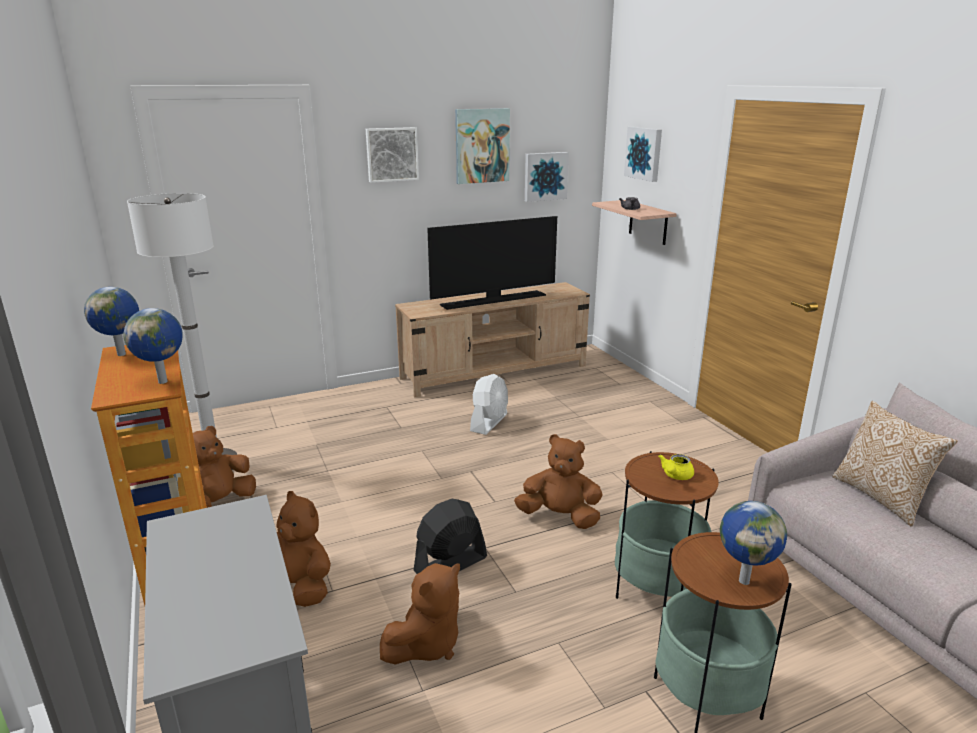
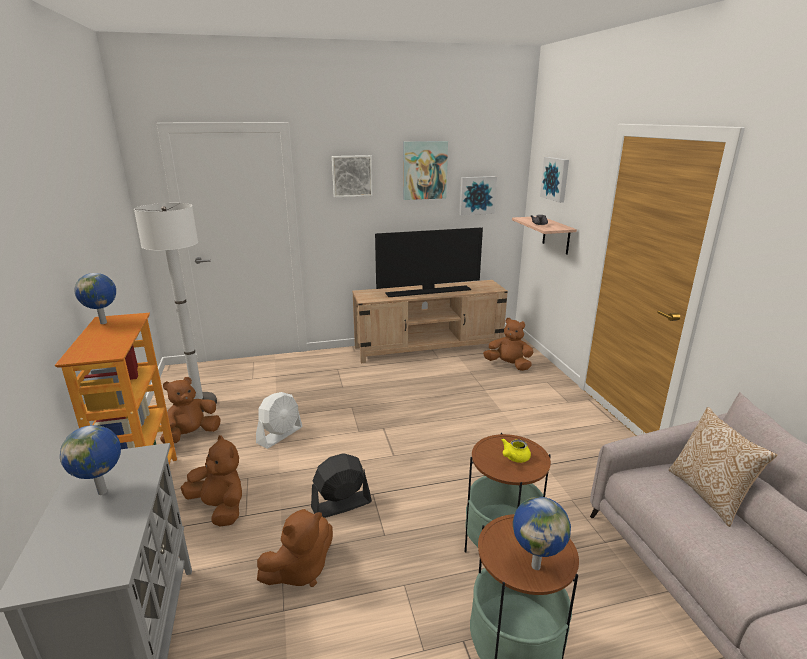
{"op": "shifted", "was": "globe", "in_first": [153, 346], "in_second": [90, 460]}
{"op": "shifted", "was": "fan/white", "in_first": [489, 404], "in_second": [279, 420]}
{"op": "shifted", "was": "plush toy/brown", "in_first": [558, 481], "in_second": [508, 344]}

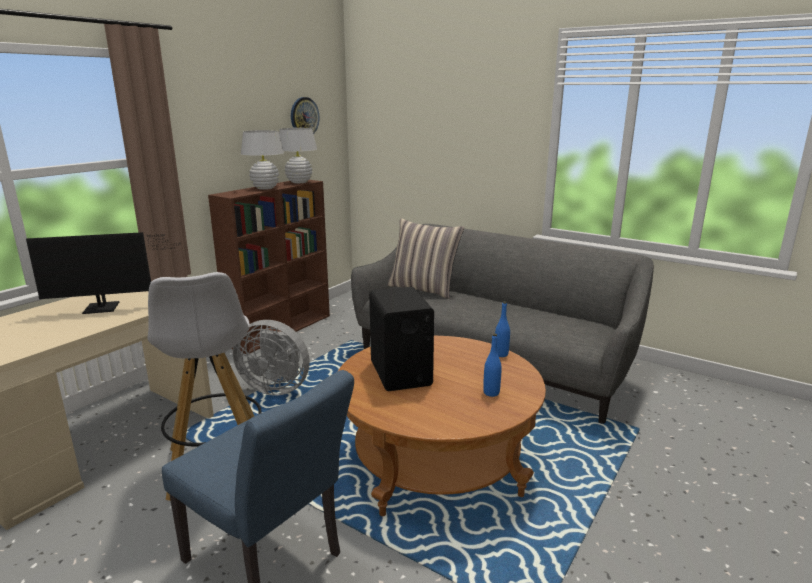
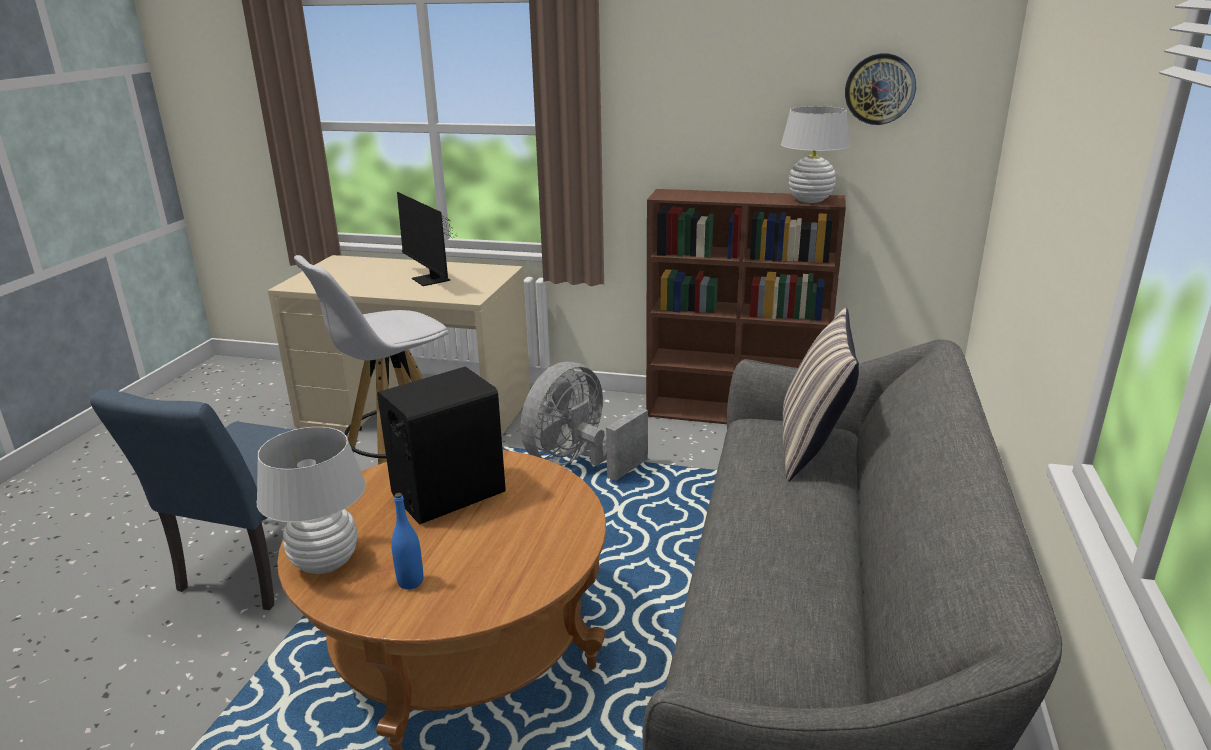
{"op": "shifted", "was": "table lamp/white", "in_first": [262, 160], "in_second": [311, 500]}
{"op": "gone", "was": "bottle/blue", "in_first": [502, 329]}
{"op": "rotated", "was": "fan/grey", "in_first": [271, 358], "in_second": [584, 421], "clockwise": 45}

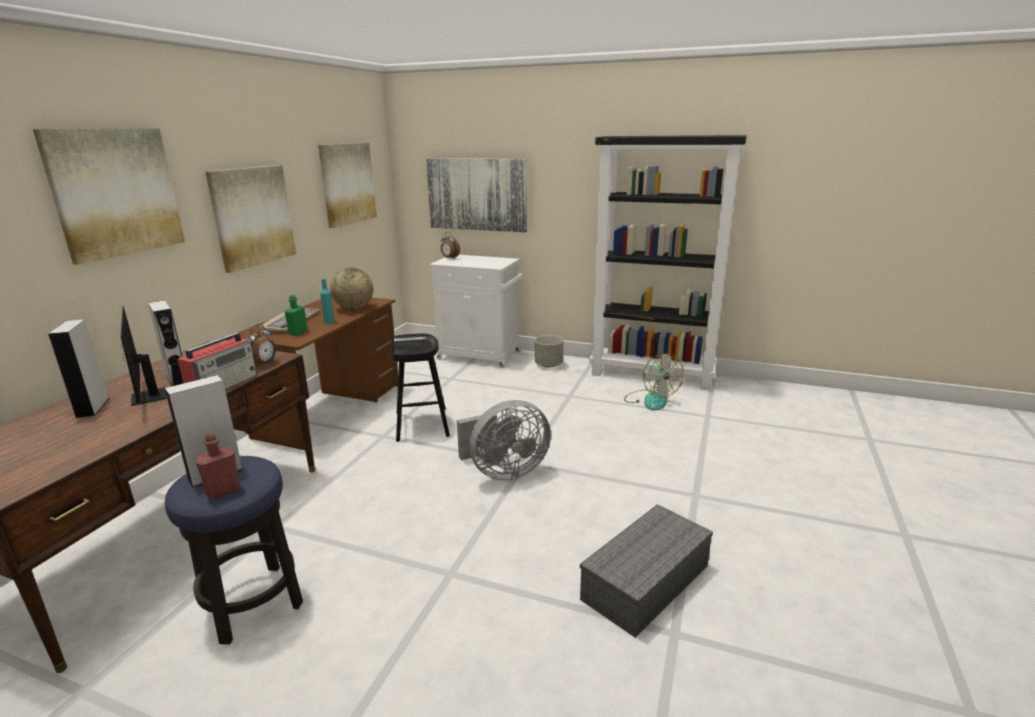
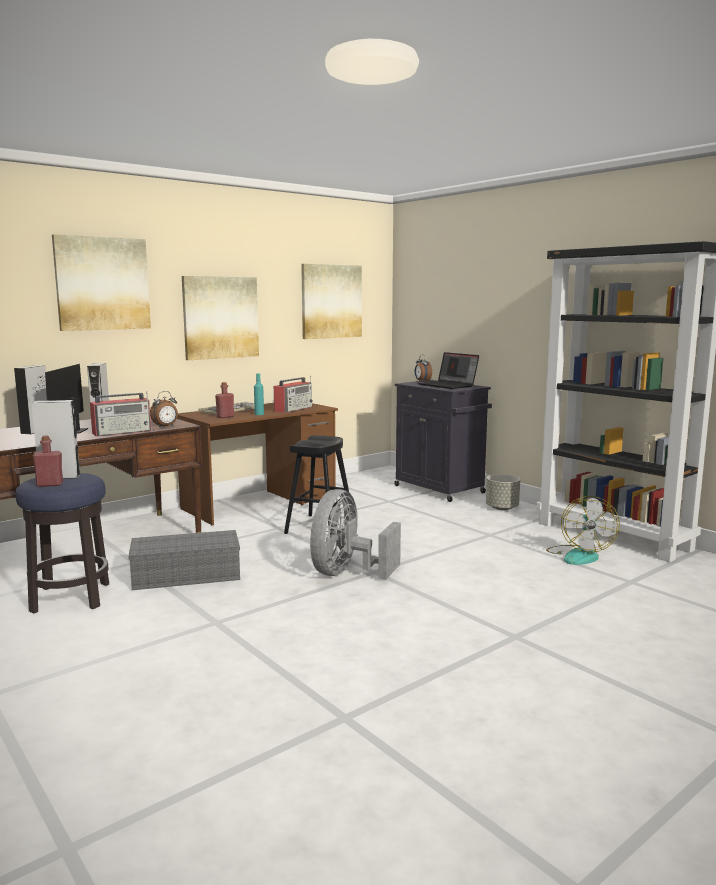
{"op": "gone", "was": "picture", "in_first": [476, 195]}
{"op": "repainted", "was": "cabinet/white", "now": "cabinet/black", "in_first": [476, 311], "in_second": [443, 441]}
{"op": "swapped", "was": "globe", "now": "radio", "in_first": [351, 289], "in_second": [293, 394]}
{"op": "repainted", "was": "bottle/green", "now": "bottle/red", "in_first": [296, 315], "in_second": [224, 400]}
{"op": "rotated", "was": "fan/grey", "in_first": [504, 440], "in_second": [355, 534], "clockwise": 105}
{"op": "shifted", "was": "storage box/grey", "in_first": [646, 571], "in_second": [184, 560]}
{"op": "new", "now": "laptop", "in_second": [448, 370]}

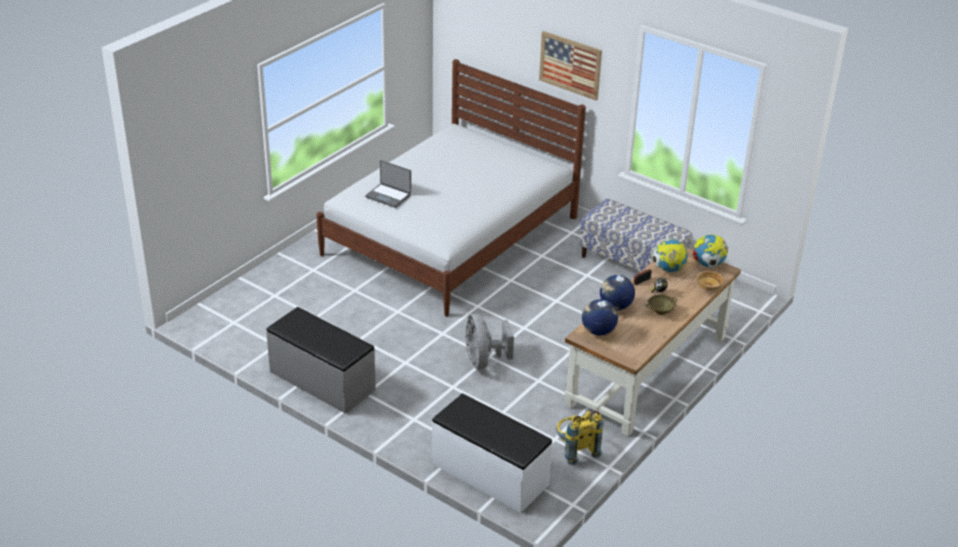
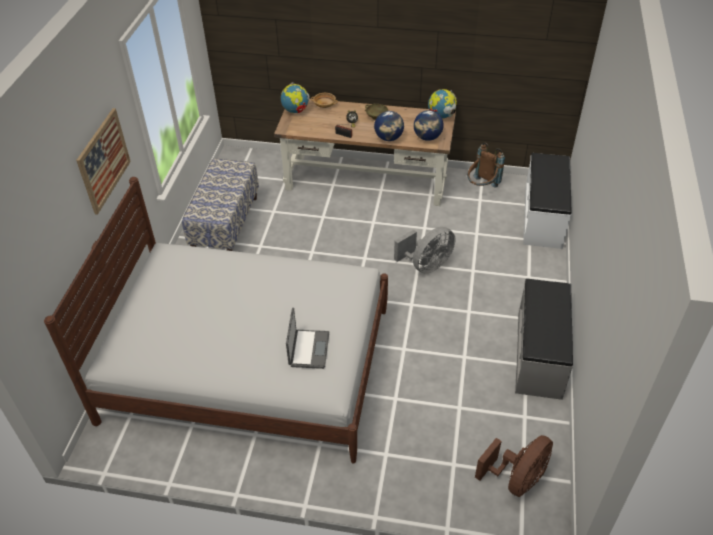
{"op": "shifted", "was": "globe", "in_first": [670, 255], "in_second": [442, 104]}
{"op": "repainted", "was": "backpack/yellow", "now": "backpack/brown", "in_first": [580, 438], "in_second": [486, 165]}
{"op": "new", "now": "fan/brown", "in_second": [514, 466]}

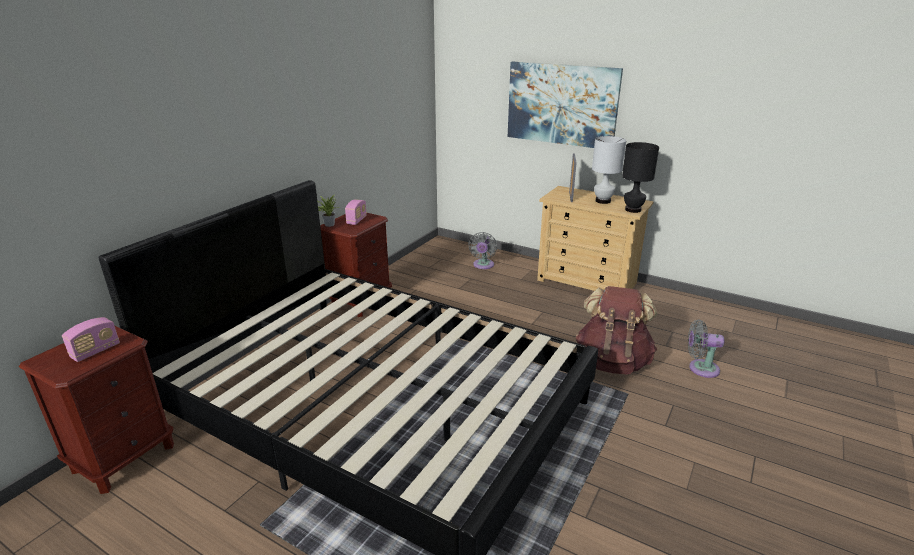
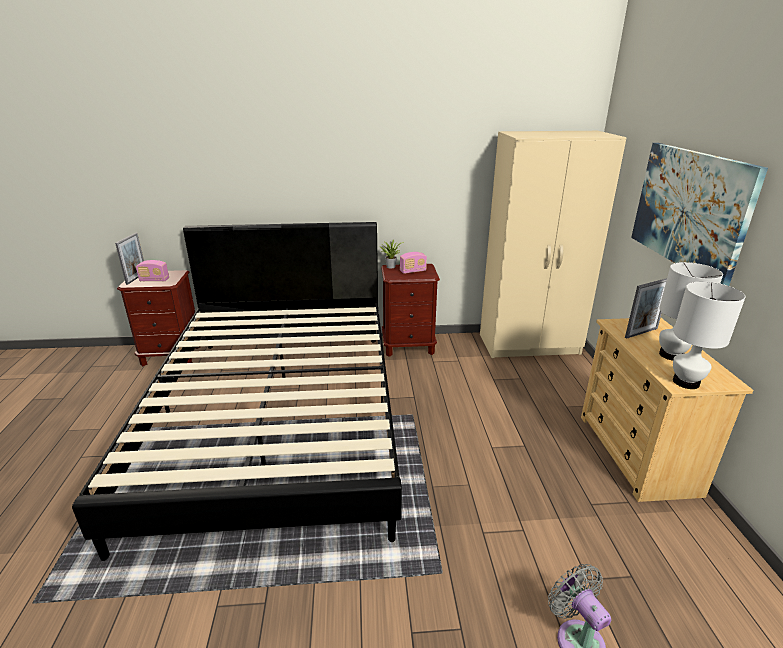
{"op": "repainted", "was": "table lamp/black", "now": "table lamp/white", "in_first": [640, 177], "in_second": [709, 335]}
{"op": "gone", "was": "fan/grey", "in_first": [482, 250]}
{"op": "gone", "was": "backpack/brown", "in_first": [617, 330]}
{"op": "new", "now": "wardrobe/beige", "in_second": [553, 244]}
{"op": "new", "now": "picture frame", "in_second": [129, 259]}

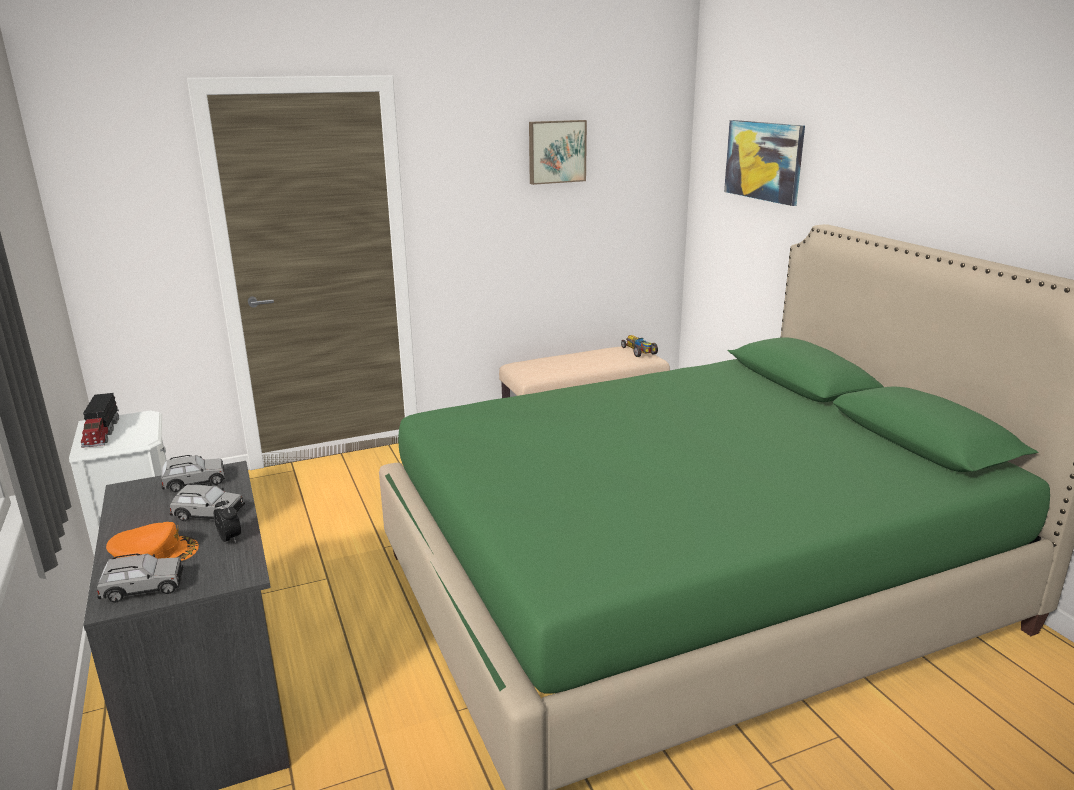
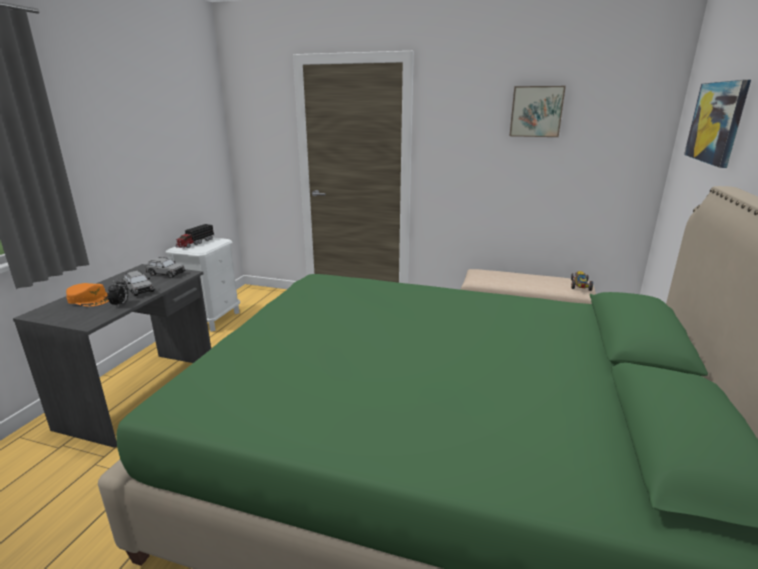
{"op": "gone", "was": "toy car/grey", "in_first": [140, 577]}

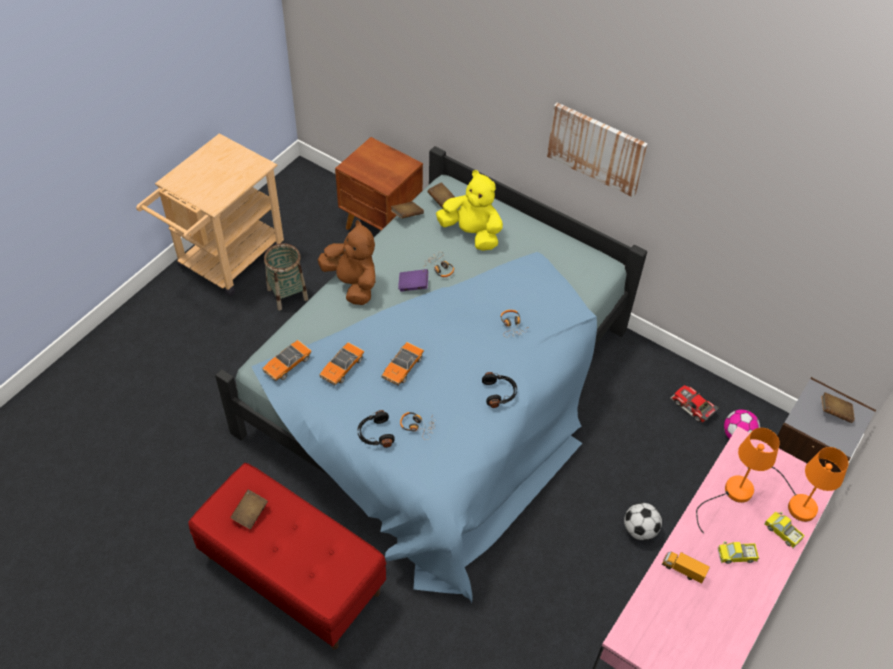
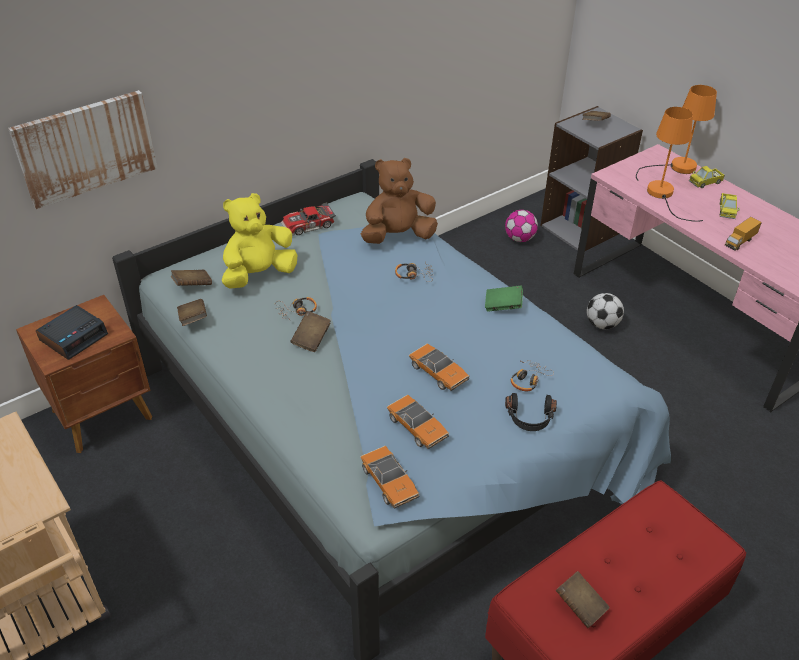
{"op": "shifted", "was": "picture", "in_first": [597, 150], "in_second": [83, 149]}
{"op": "shifted", "was": "plush toy/brown", "in_first": [347, 262], "in_second": [399, 201]}
{"op": "gone", "was": "basket", "in_first": [286, 276]}
{"op": "repainted", "was": "book/purple", "now": "book/brown", "in_first": [413, 280], "in_second": [310, 331]}
{"op": "swapped", "was": "headphones/black", "now": "book/green", "in_first": [499, 390], "in_second": [504, 298]}
{"op": "shifted", "was": "toy car", "in_first": [694, 404], "in_second": [308, 219]}
{"op": "new", "now": "alarm clock", "in_second": [72, 332]}

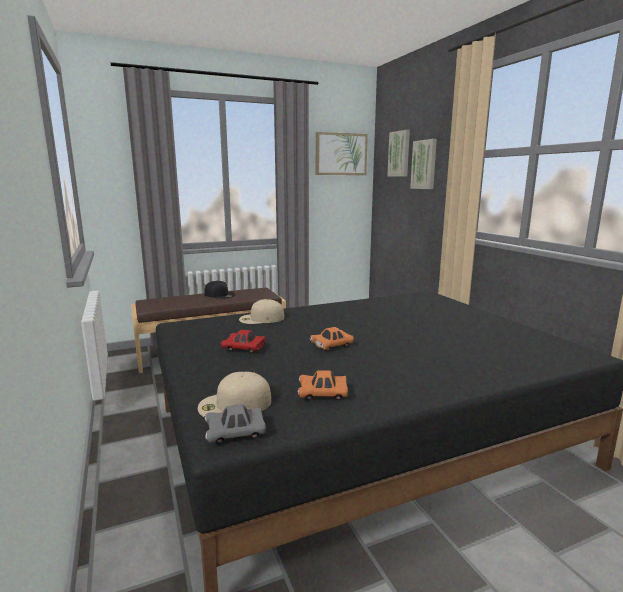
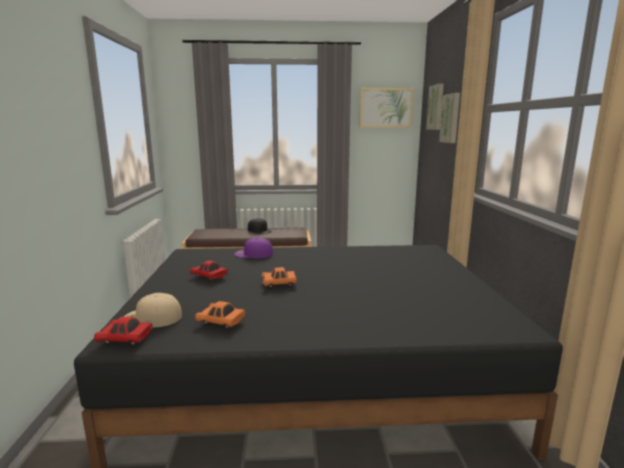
{"op": "repainted", "was": "cap/beige", "now": "cap/purple", "in_first": [261, 311], "in_second": [253, 248]}
{"op": "repainted", "was": "toy car/grey", "now": "toy car/red", "in_first": [235, 423], "in_second": [123, 331]}

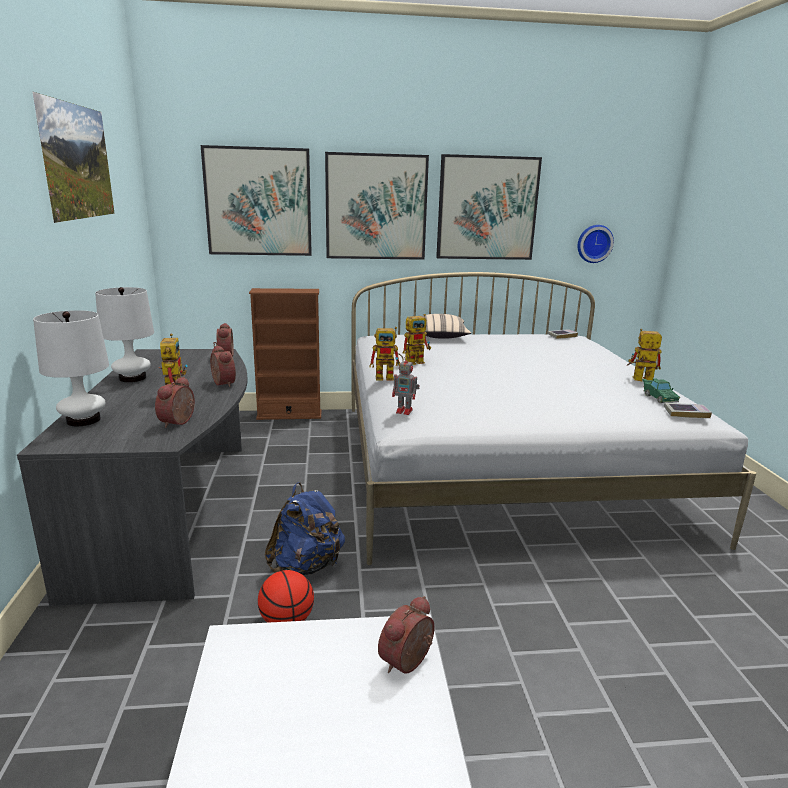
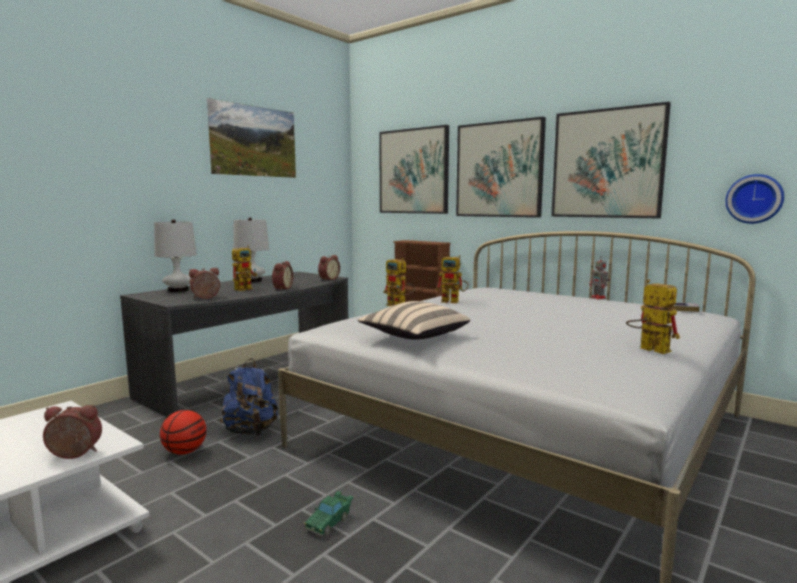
{"op": "shifted", "was": "pillow/beige", "in_first": [446, 326], "in_second": [414, 320]}
{"op": "shifted", "was": "toy robot", "in_first": [406, 385], "in_second": [599, 277]}
{"op": "shifted", "was": "toy car/green", "in_first": [661, 390], "in_second": [328, 513]}
{"op": "gone", "was": "book", "in_first": [688, 410]}

